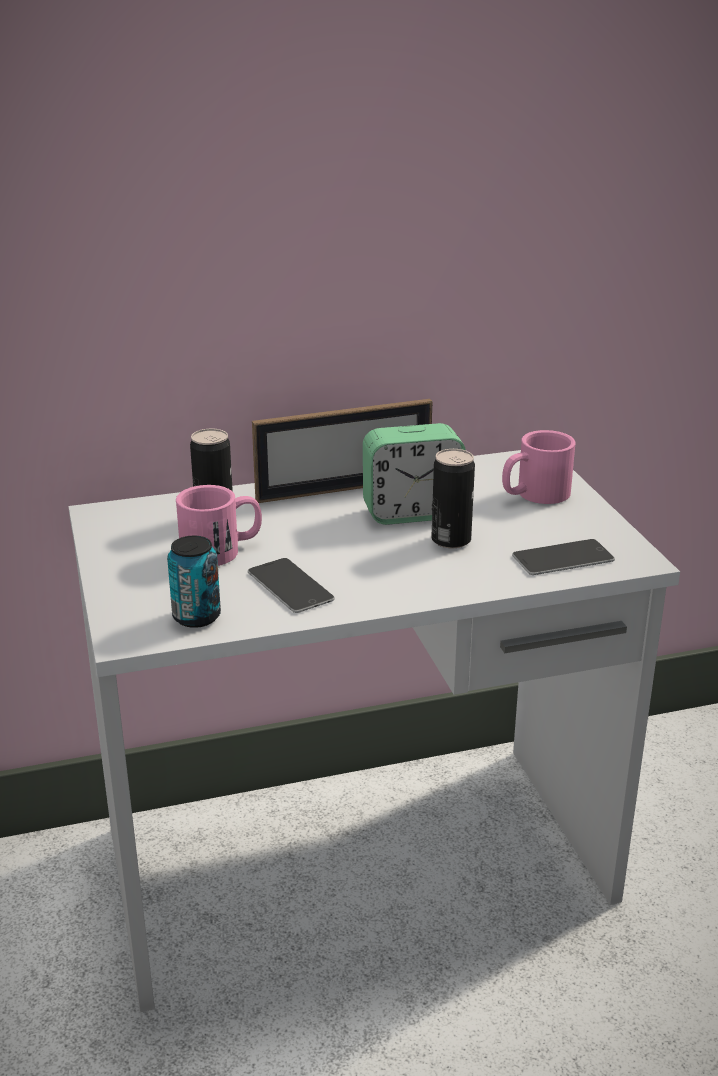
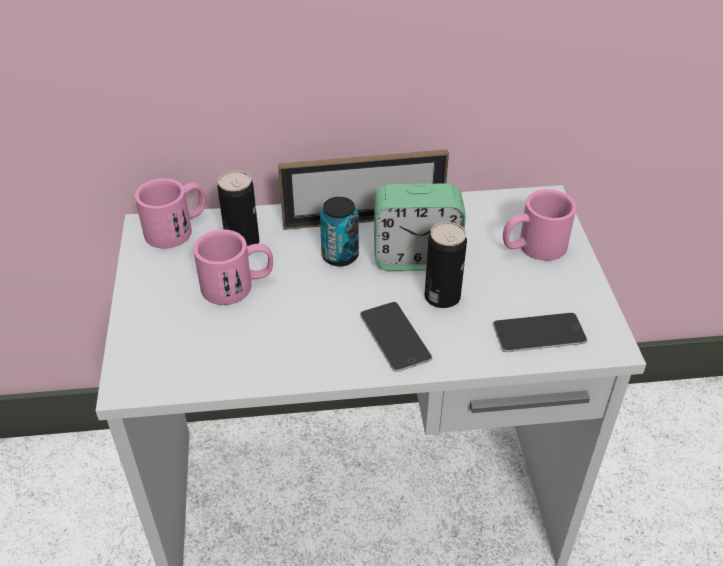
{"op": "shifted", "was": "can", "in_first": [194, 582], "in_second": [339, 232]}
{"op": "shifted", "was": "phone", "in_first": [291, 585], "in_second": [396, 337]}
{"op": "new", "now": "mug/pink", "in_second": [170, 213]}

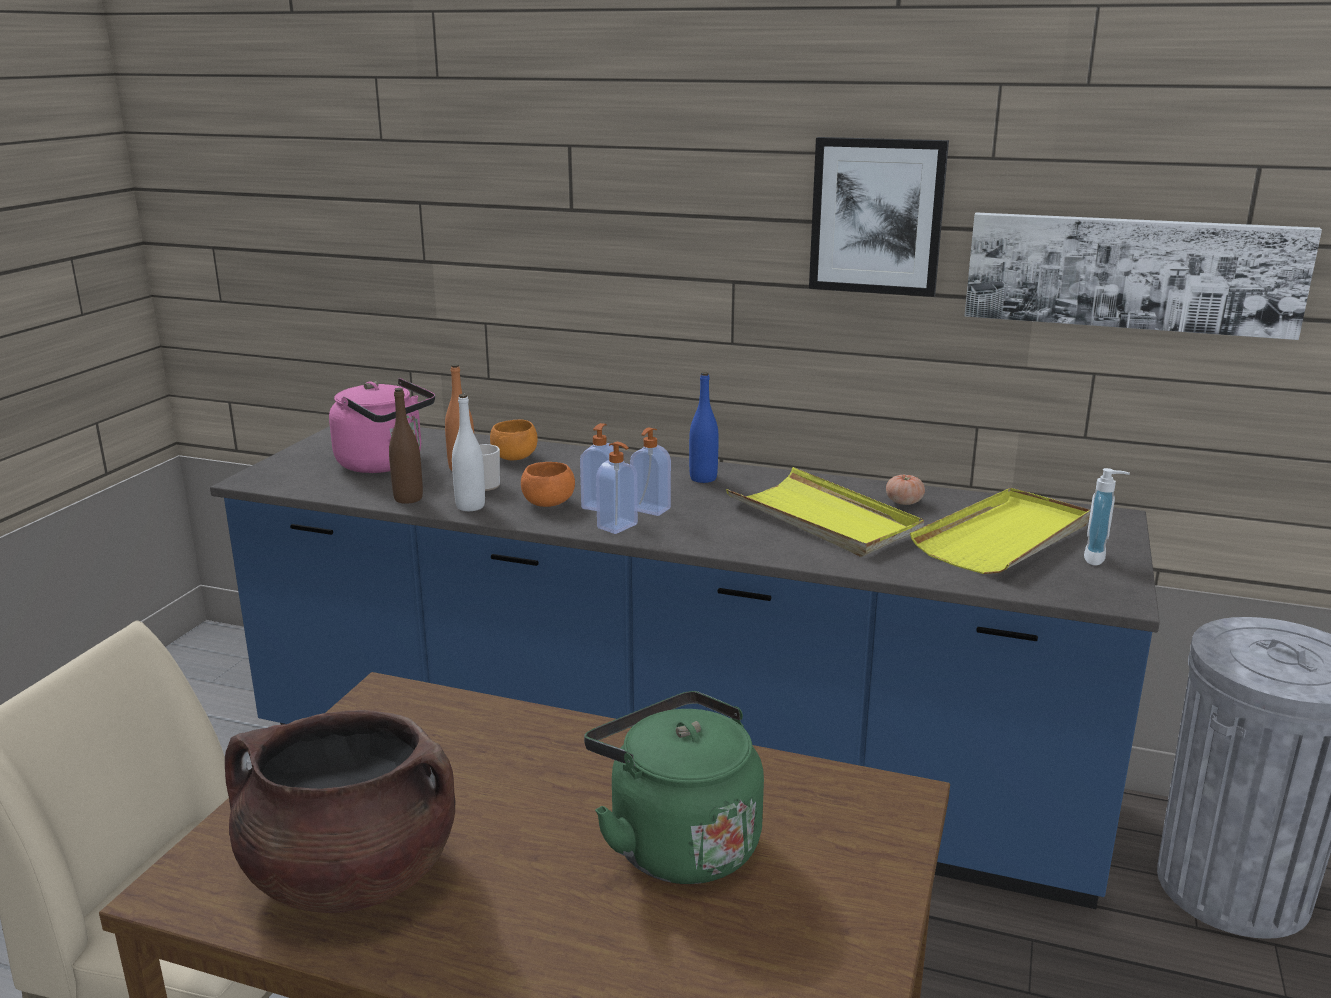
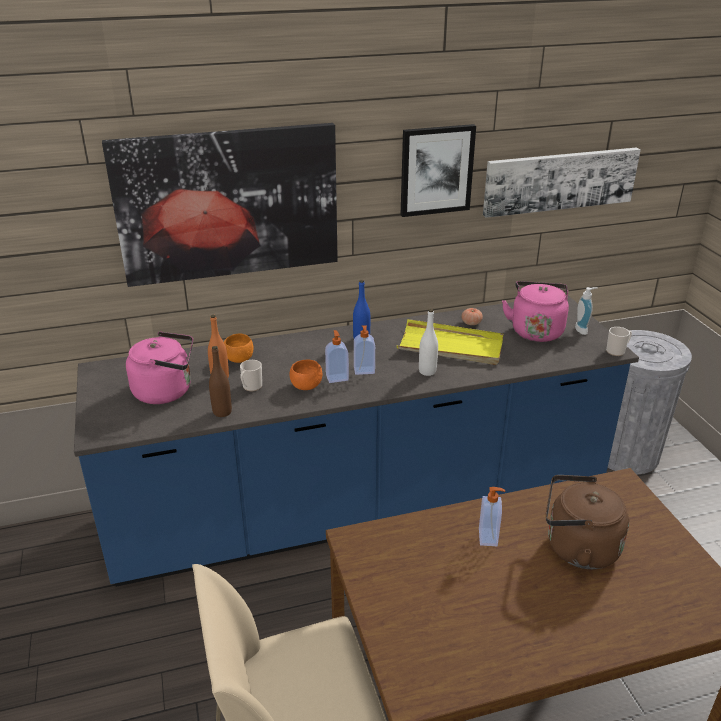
{"op": "shifted", "was": "bottle/white", "in_first": [468, 452], "in_second": [428, 342]}
{"op": "shifted", "was": "soap dispenser", "in_first": [617, 488], "in_second": [492, 516]}
{"op": "swapped", "was": "tray/yellow", "now": "kettle/pink", "in_first": [1000, 531], "in_second": [535, 311]}
{"op": "repainted", "was": "kettle/green", "now": "kettle/brown", "in_first": [674, 787], "in_second": [587, 522]}
{"op": "gone", "was": "cooking pot/brown", "in_first": [340, 811]}
{"op": "new", "now": "picture", "in_second": [220, 205]}
{"op": "new", "now": "mug", "in_second": [619, 341]}

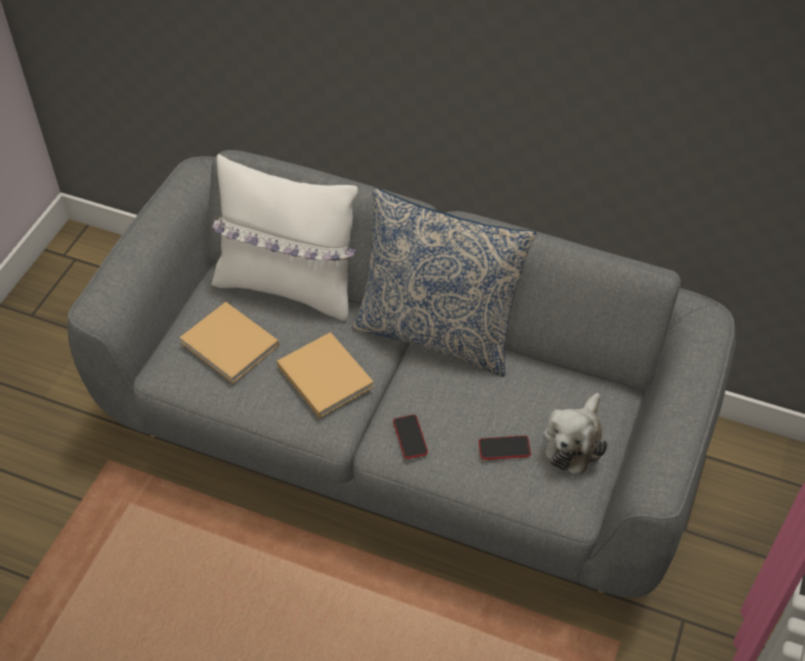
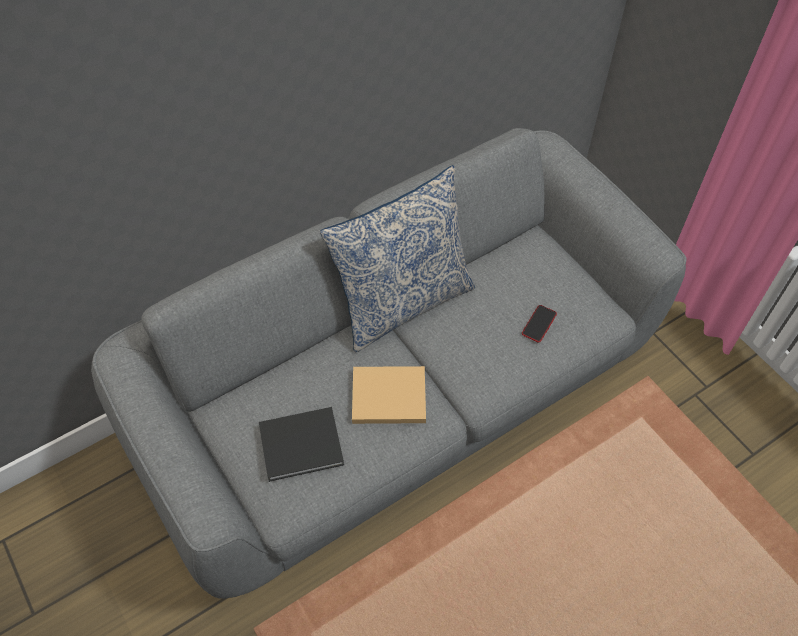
{"op": "gone", "was": "pillow/white", "in_first": [285, 237]}
{"op": "repainted", "was": "book/beige", "now": "book/black", "in_first": [229, 342], "in_second": [301, 444]}
{"op": "gone", "was": "plush toy", "in_first": [575, 434]}
{"op": "gone", "was": "phone", "in_first": [410, 436]}

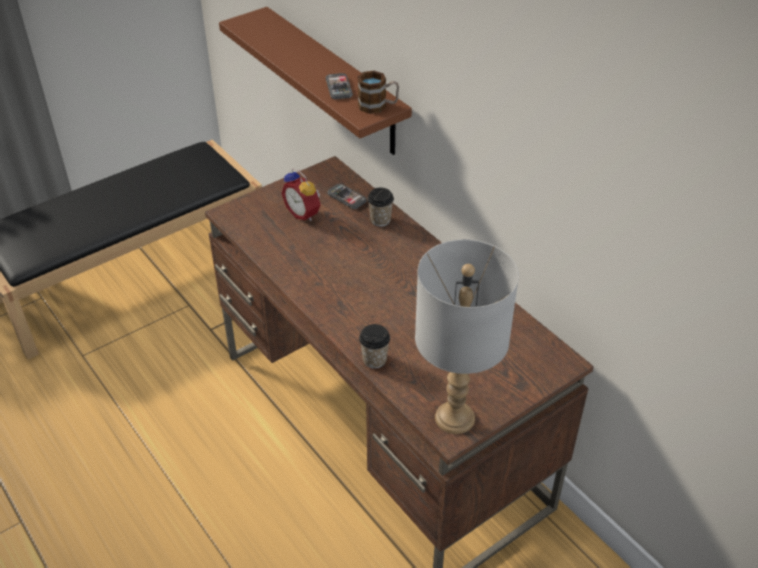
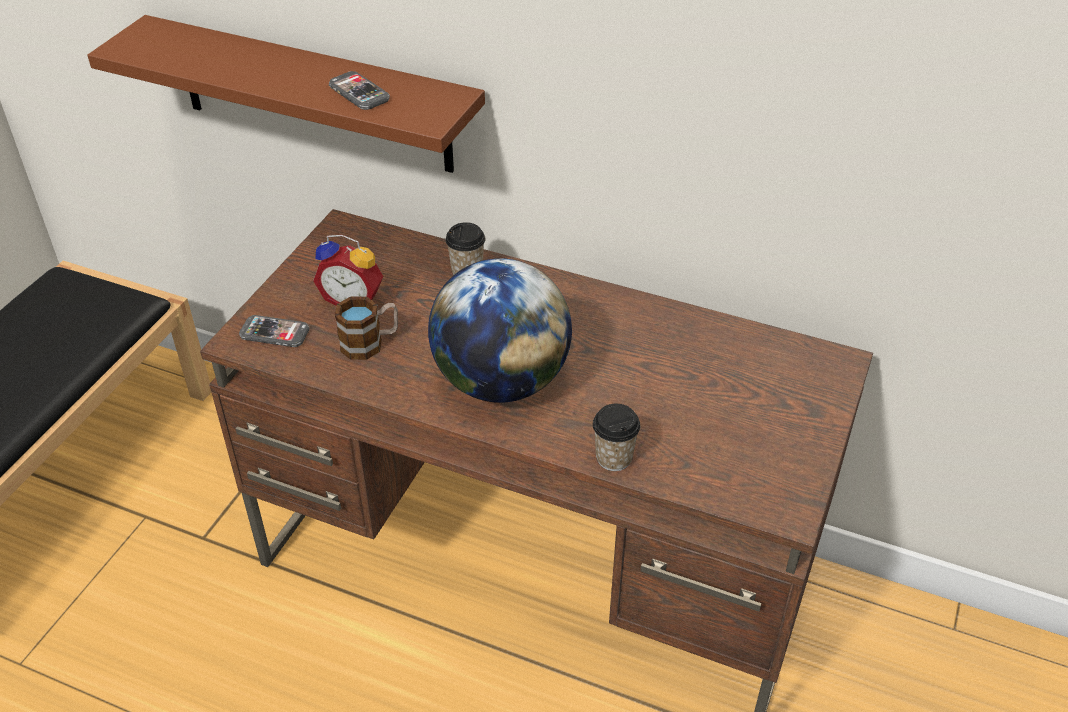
{"op": "shifted", "was": "mug", "in_first": [378, 92], "in_second": [366, 328]}
{"op": "shifted", "was": "phone", "in_first": [347, 196], "in_second": [274, 331]}
{"op": "gone", "was": "table lamp/grey", "in_first": [467, 336]}
{"op": "new", "now": "globe", "in_second": [500, 330]}

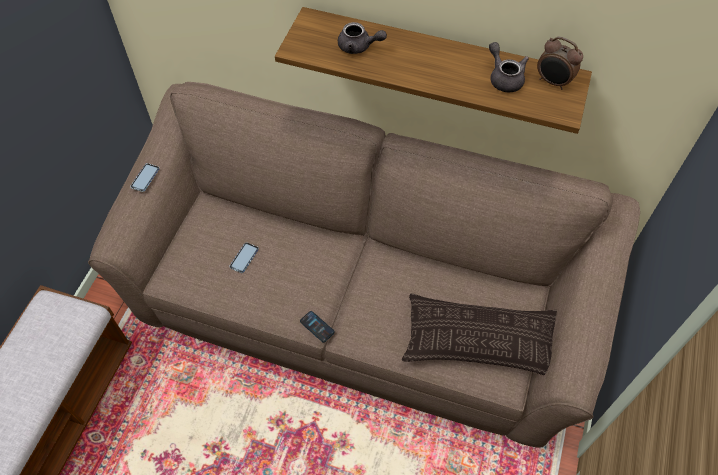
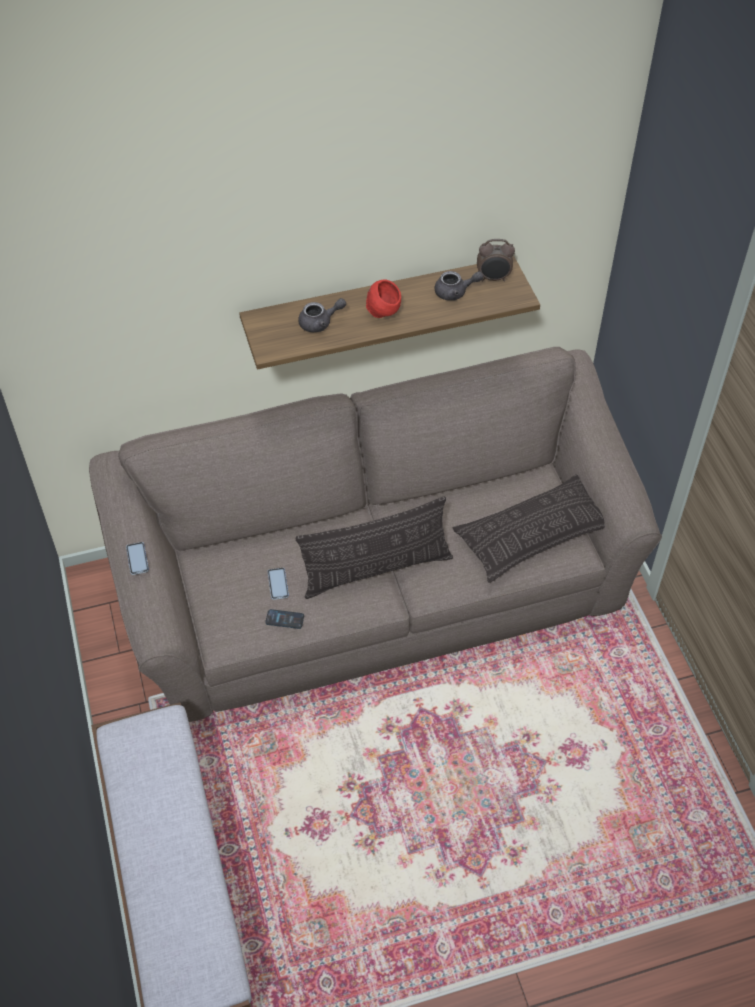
{"op": "rotated", "was": "teapot/grey", "in_first": [509, 67], "in_second": [459, 286], "clockwise": 150}
{"op": "shifted", "was": "phone", "in_first": [317, 327], "in_second": [284, 619]}
{"op": "new", "now": "bowl/red", "in_second": [383, 298]}
{"op": "new", "now": "pillow", "in_second": [374, 548]}

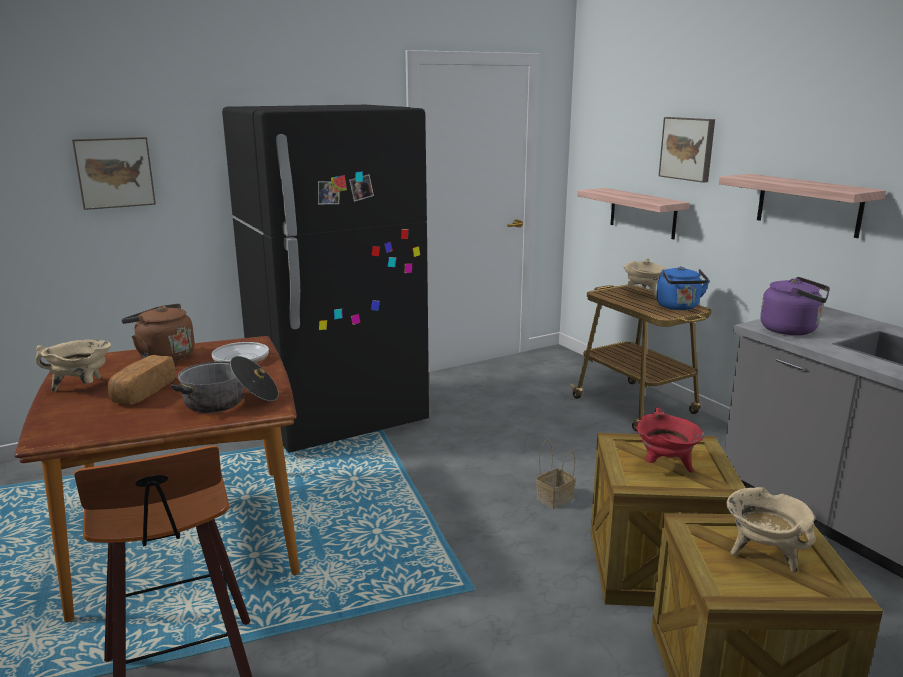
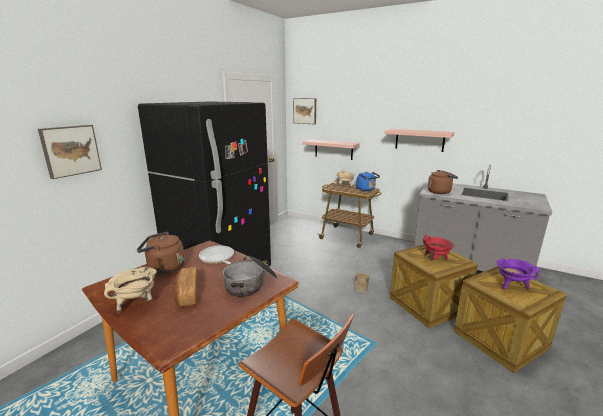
{"op": "shifted", "was": "picture", "in_first": [687, 150], "in_second": [304, 111]}
{"op": "repainted", "was": "kettle/purple", "now": "kettle/brown", "in_first": [795, 306], "in_second": [443, 182]}
{"op": "repainted", "was": "cooking pot/beige", "now": "cooking pot/purple", "in_first": [771, 530], "in_second": [518, 274]}

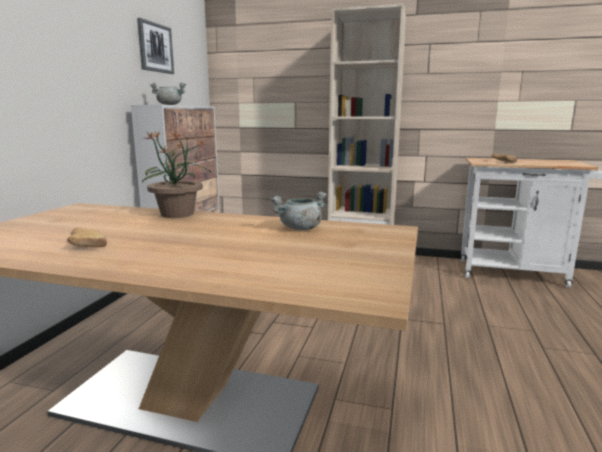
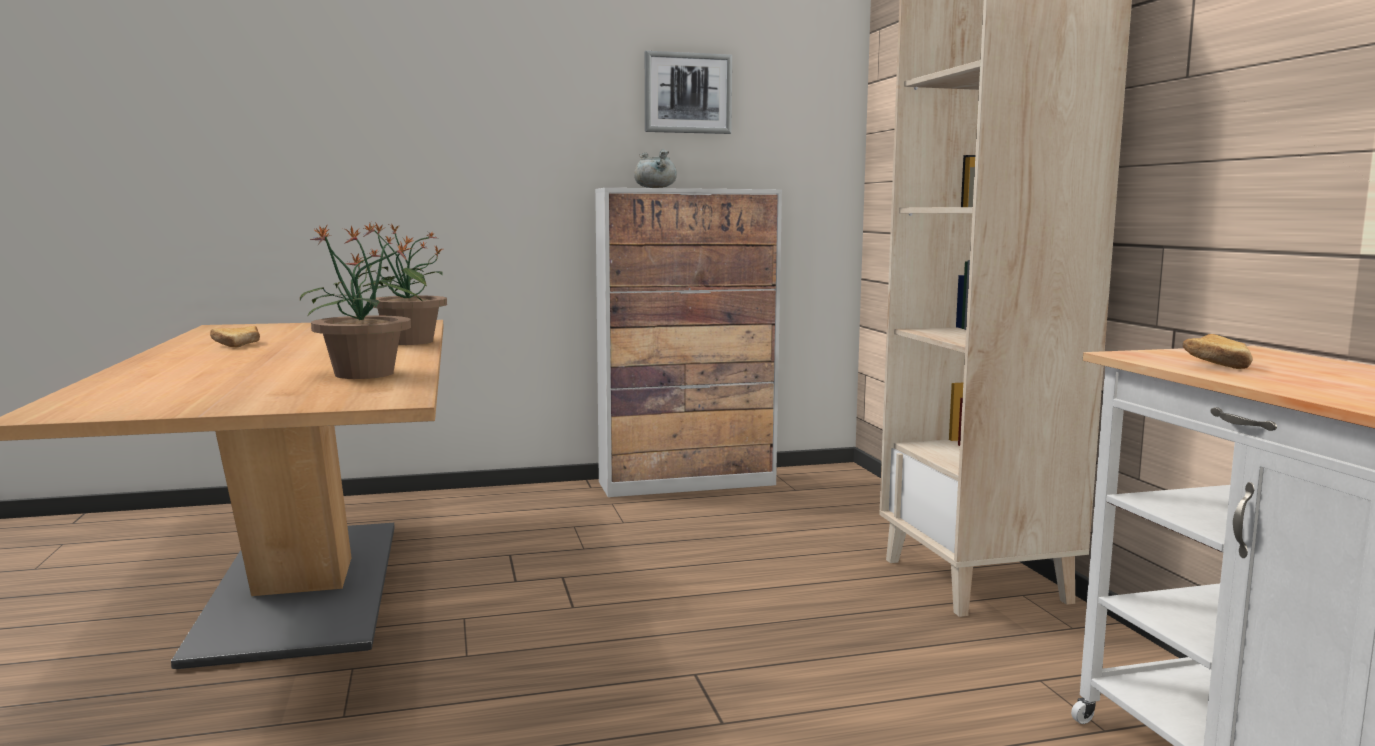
{"op": "swapped", "was": "cooking pot/grey", "now": "potted plant", "in_first": [299, 210], "in_second": [361, 302]}

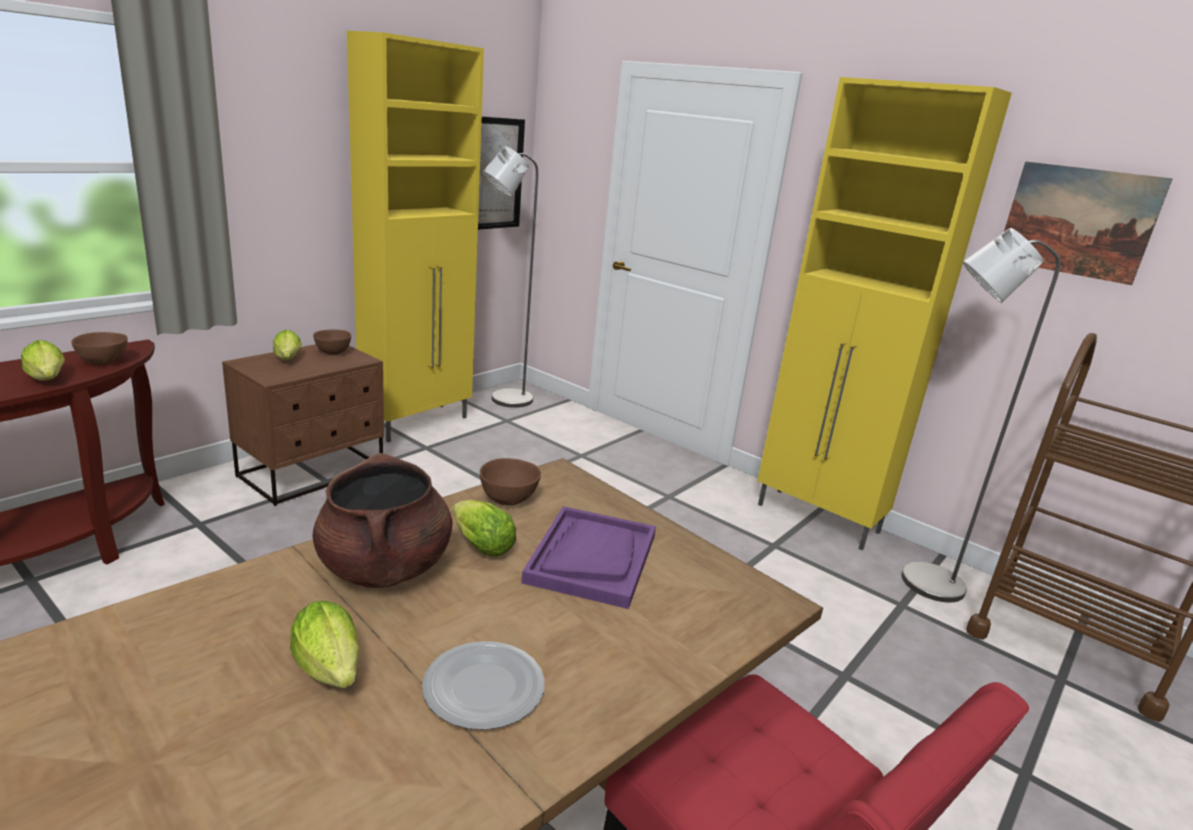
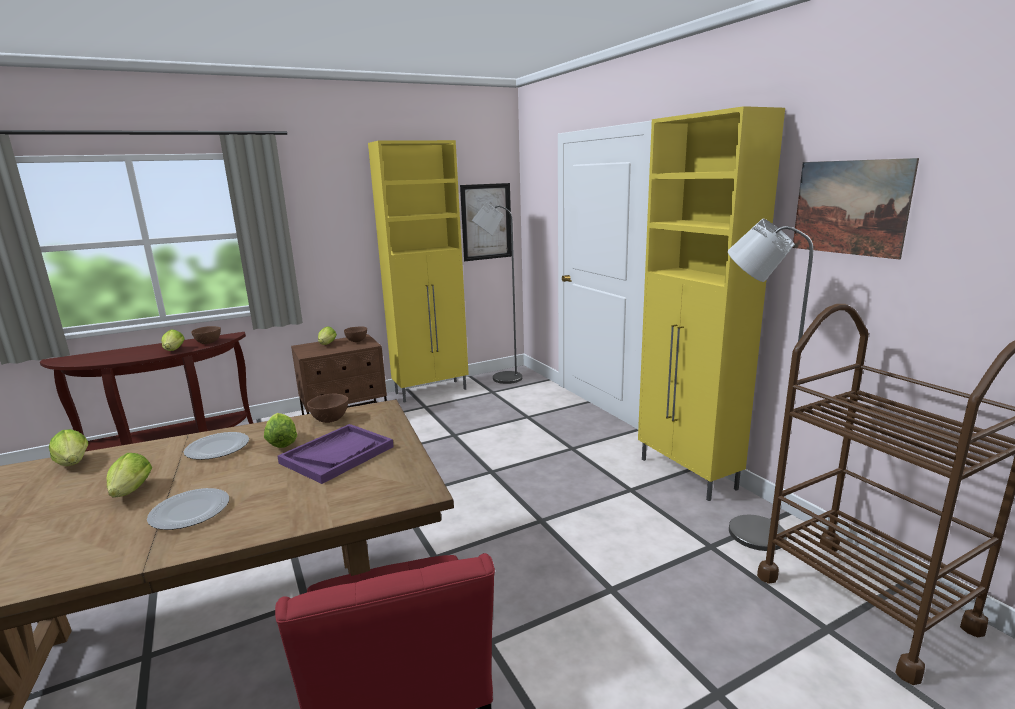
{"op": "swapped", "was": "cooking pot/brown", "now": "plate", "in_first": [383, 520], "in_second": [216, 446]}
{"op": "new", "now": "lettuce", "in_second": [68, 447]}

